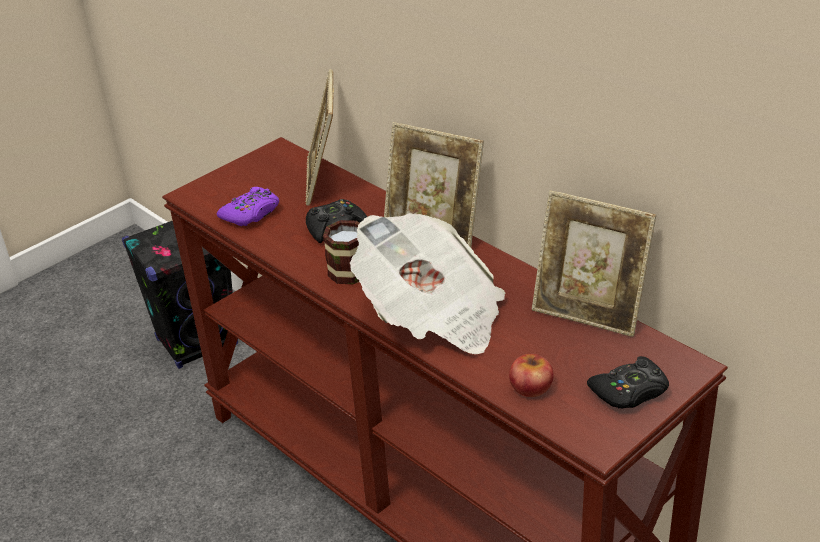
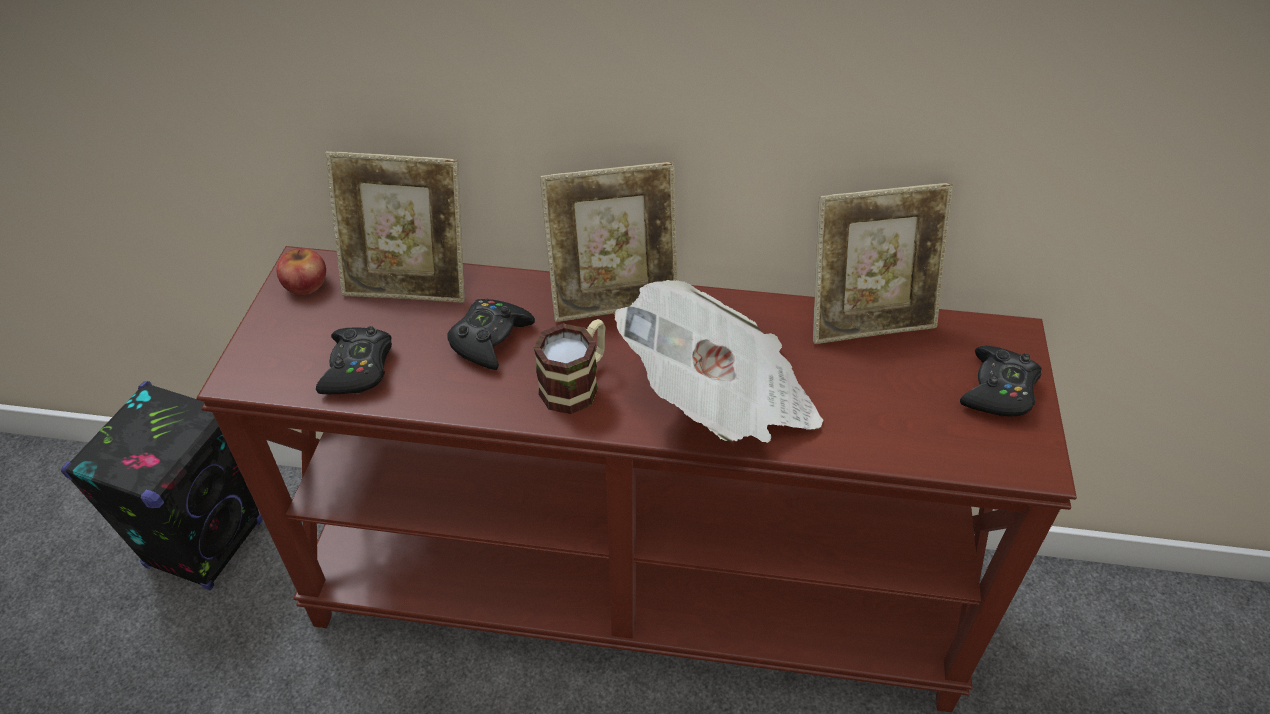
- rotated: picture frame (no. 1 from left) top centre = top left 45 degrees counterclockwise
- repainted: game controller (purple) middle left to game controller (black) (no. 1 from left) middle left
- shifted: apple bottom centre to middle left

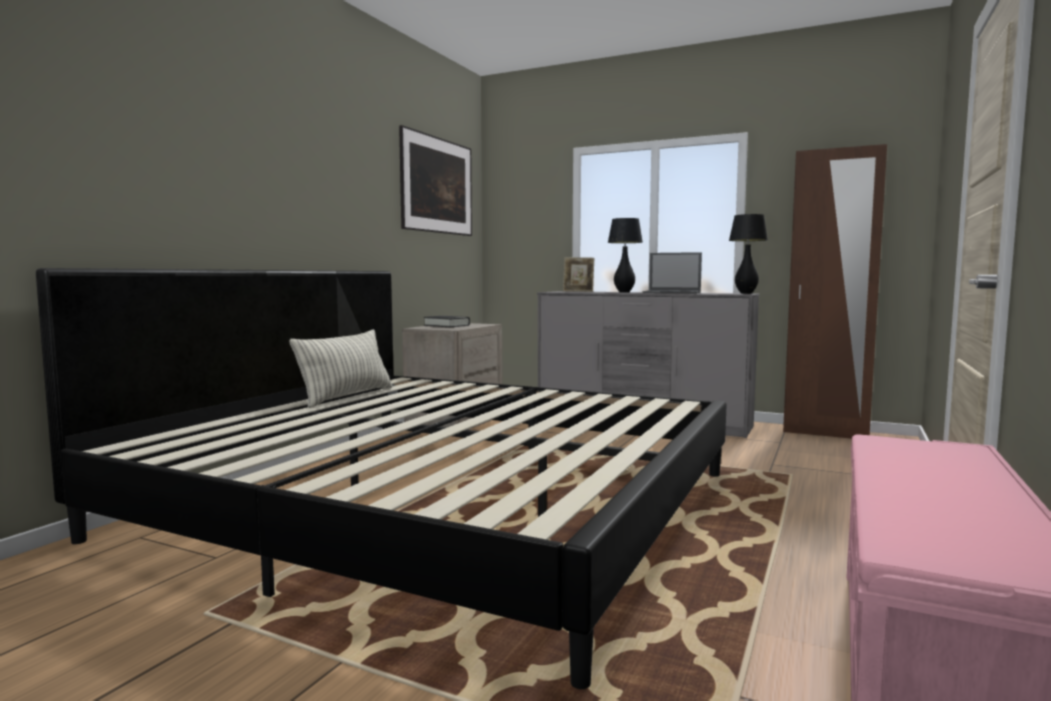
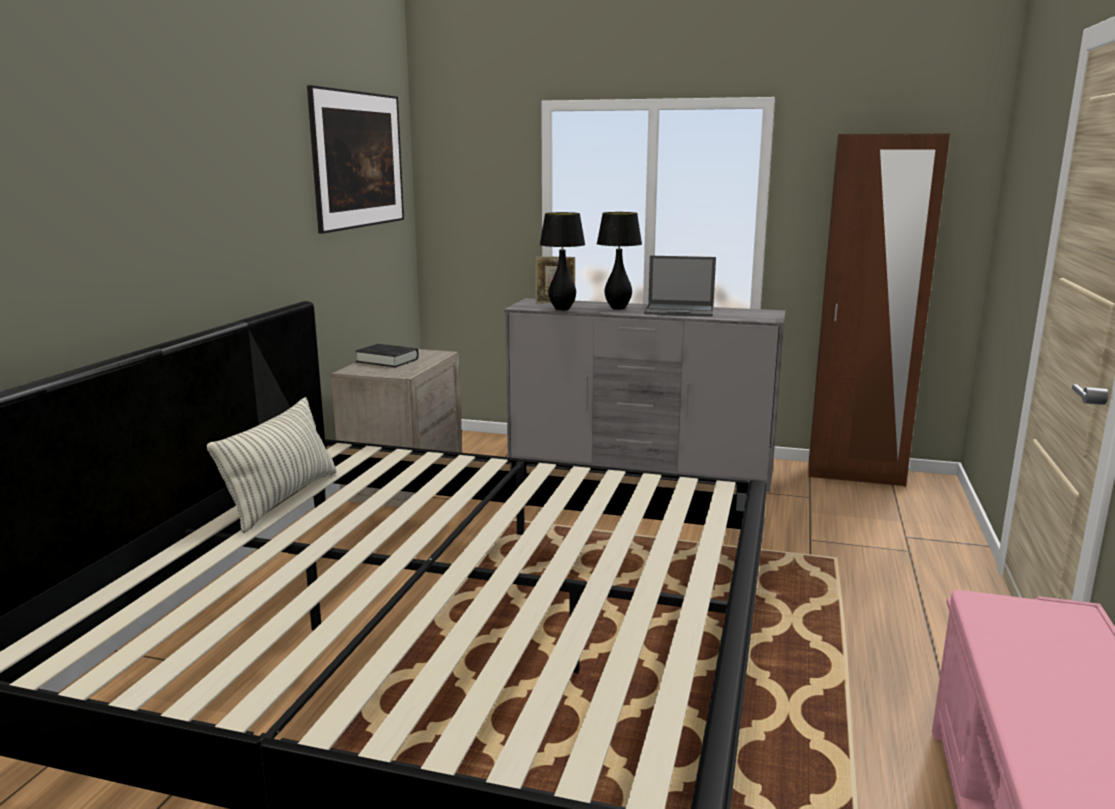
- shifted: table lamp (black) (no. 2 from left in the first image) middle right to table lamp (black) (no. 1 from left) top centre

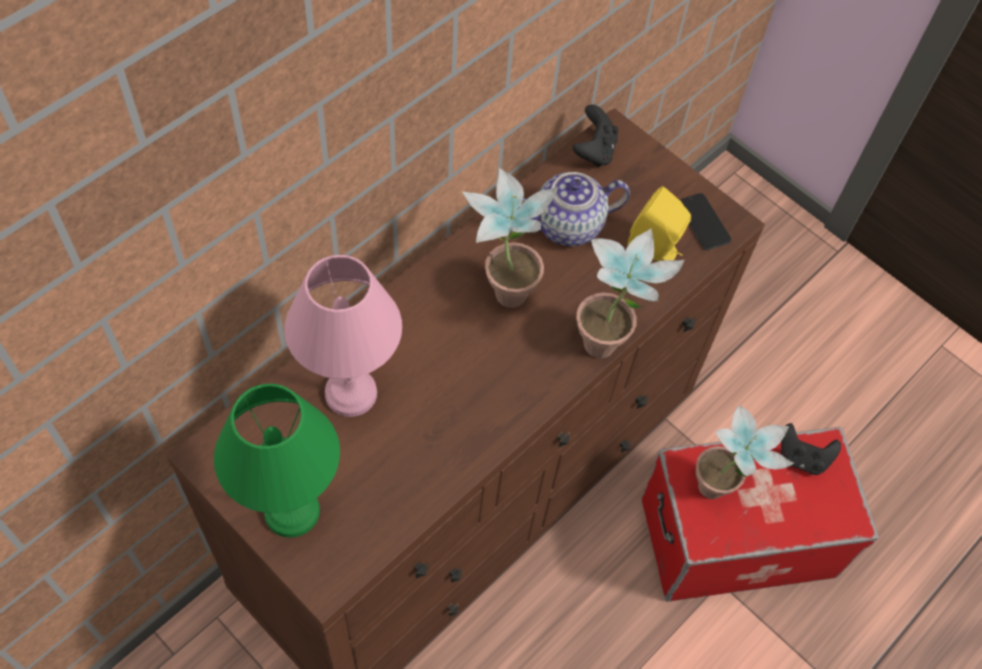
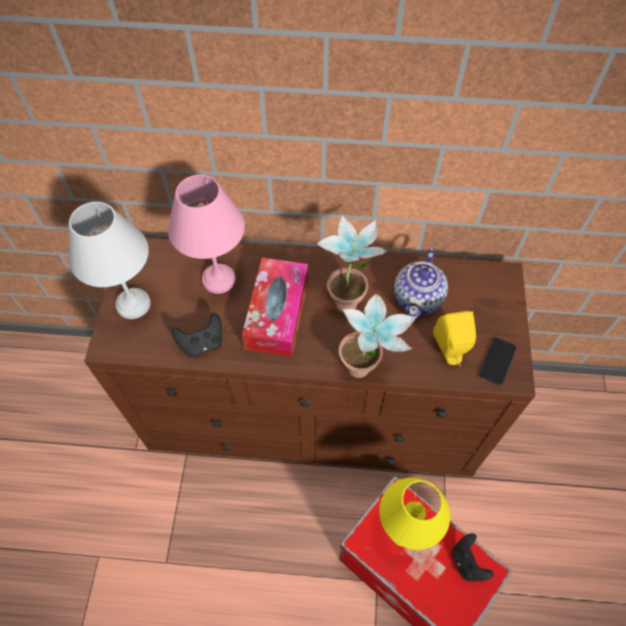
- shifted: game controller (black) (no. 1 from left) top centre to middle left
- rotated: teapot top centre = middle right 105 degrees counterclockwise
- repainted: table lamp (green) bottom left to table lamp (white) middle left
- swapped: potted plant (no. 3 from left) bottom right to table lamp (yellow) bottom centre
- new: tissue box centre

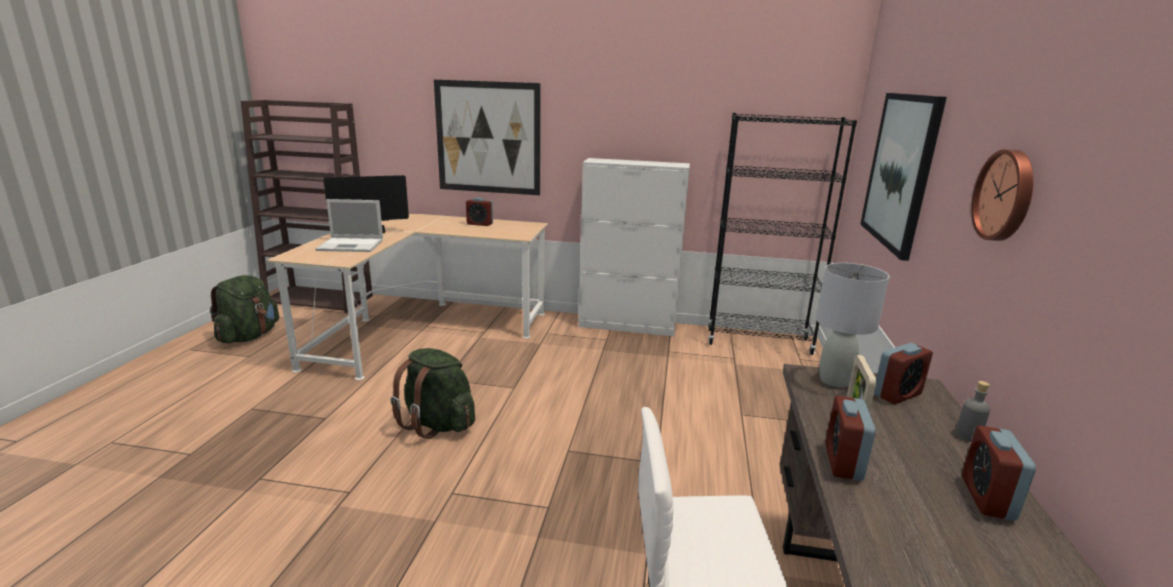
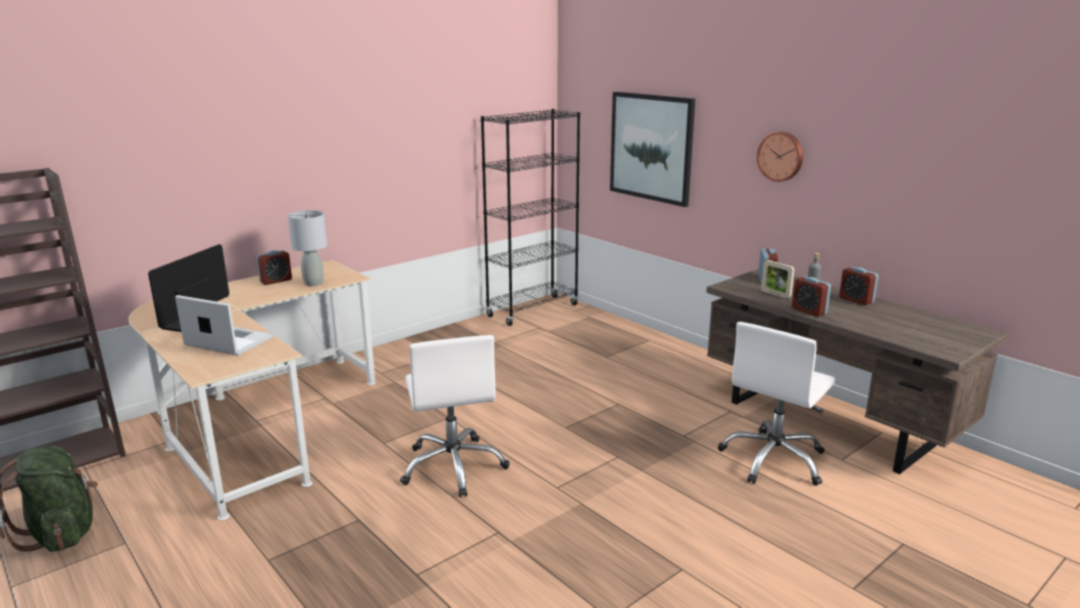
- gone: picture (no. 1 from left) top centre
- gone: cabinet (white) centre
- rotated: laptop middle left = middle left 105 degrees counterclockwise
- shifted: table lamp (grey) middle right to middle left
- swapped: backpack (green) (no. 2 from left) bottom centre to office chair (white) (no. 1 from left) bottom centre

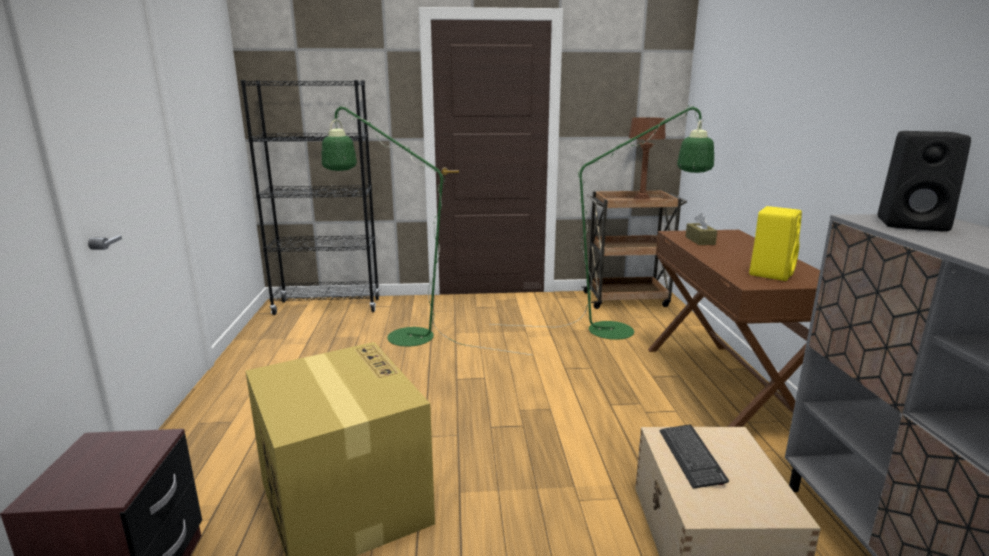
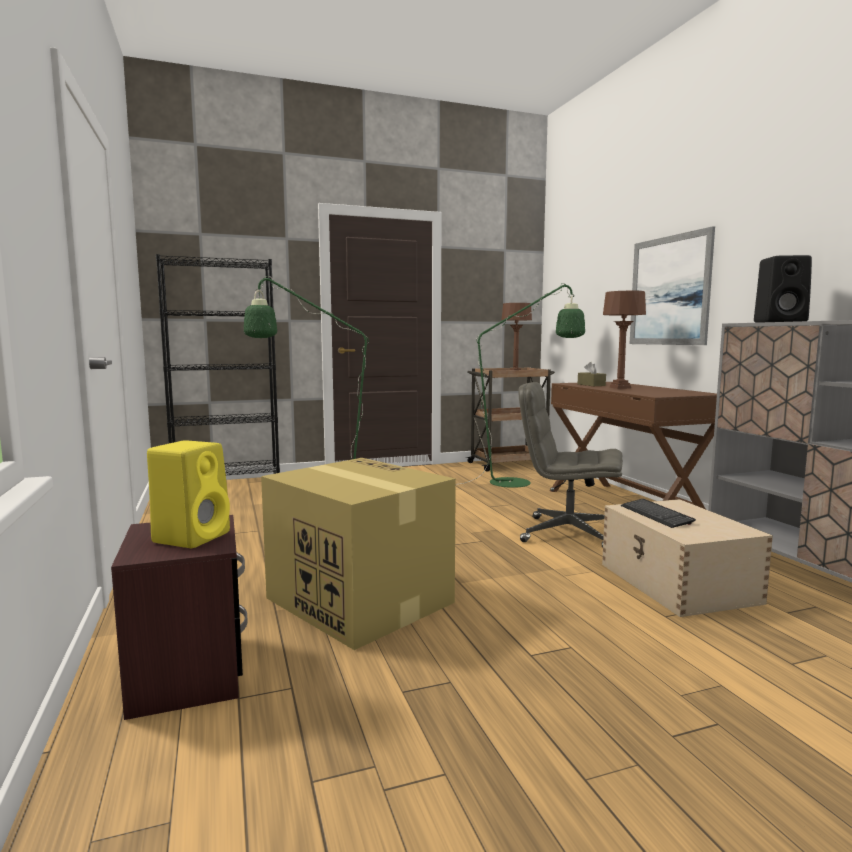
- shifted: speaker (yellow) middle right to middle left
- new: picture middle right
- new: table lamp (brown) (no. 2 from left) middle right
- new: office chair (grey) middle right

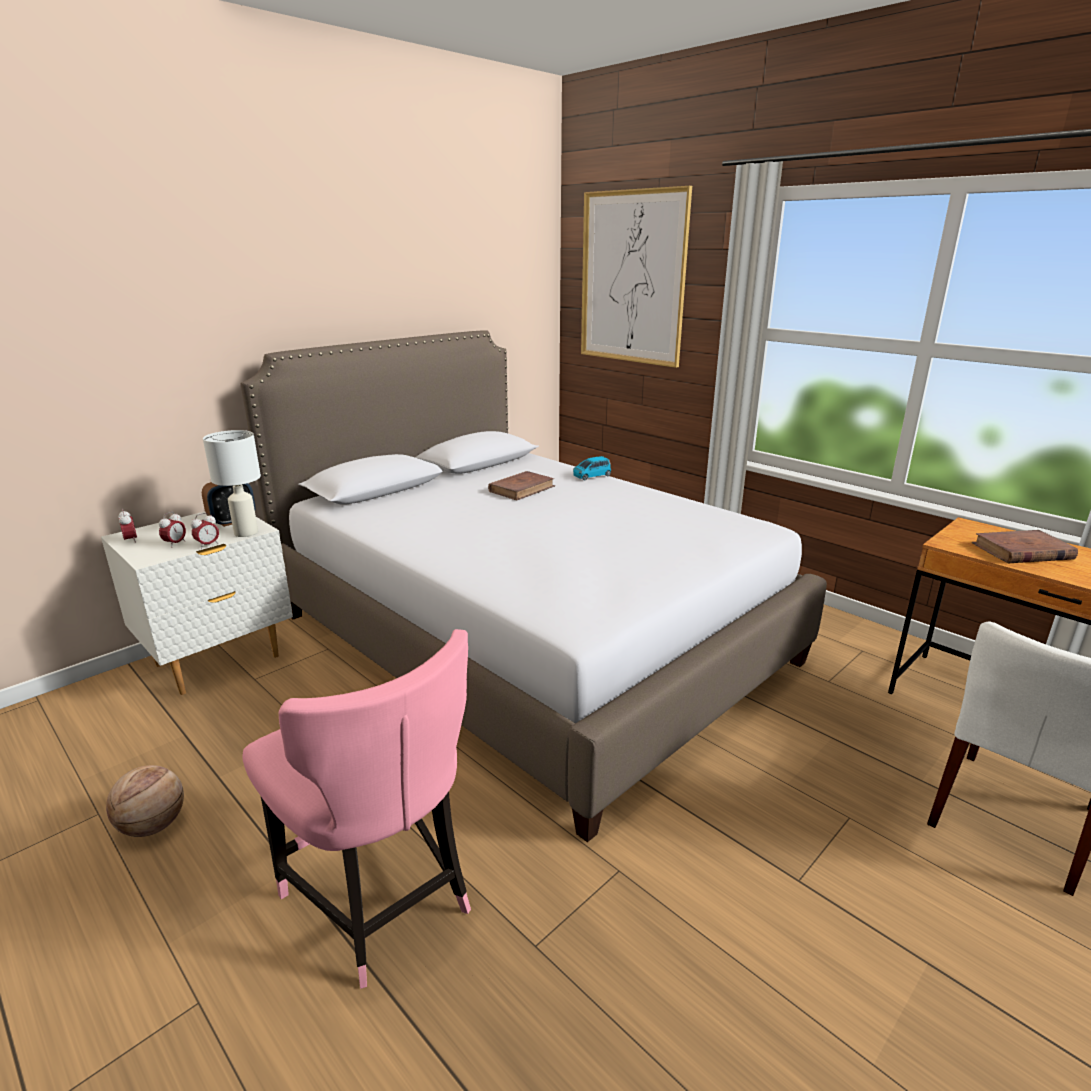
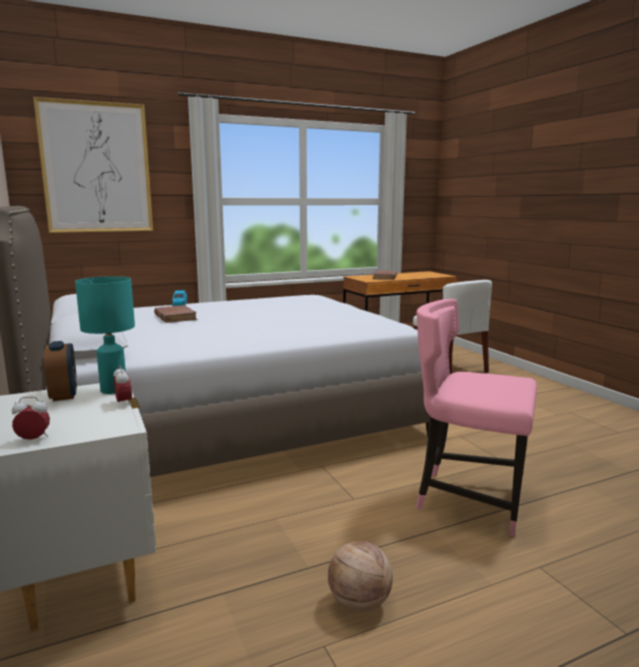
- repainted: table lamp (white) middle left to table lamp (turquoise) middle left
- gone: alarm clock (no. 2 from left) middle left
- rotated: chair (pink) bottom left = middle right 135 degrees counterclockwise

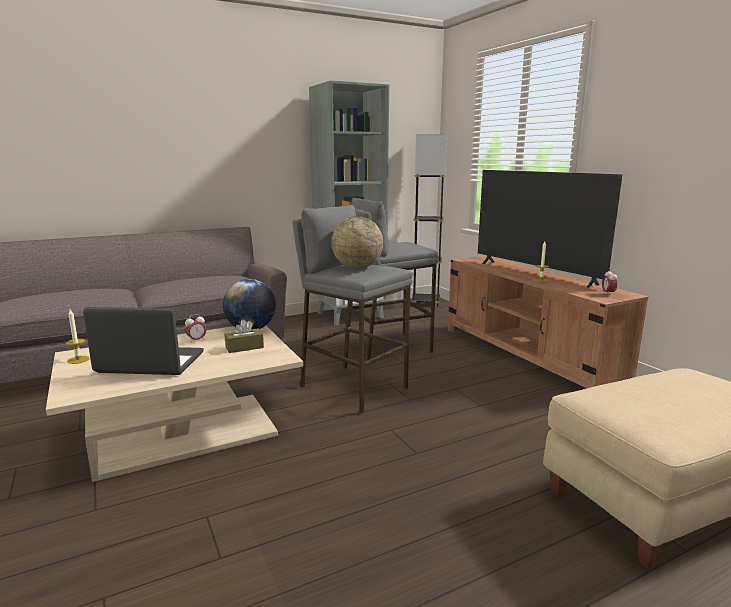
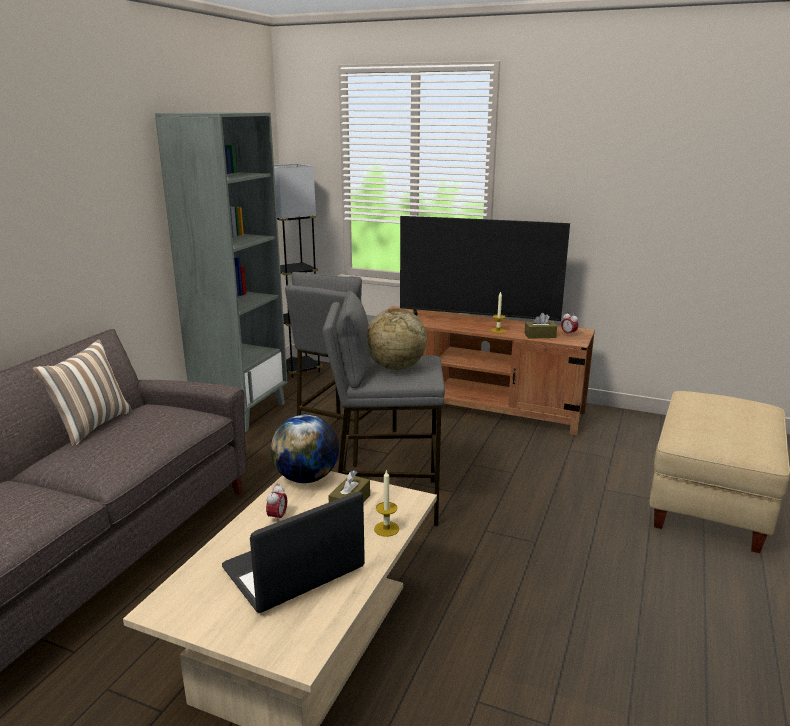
- shifted: candle (no. 1 from left) middle left to bottom centre
- new: tissue box (brown) (no. 2 from left) middle right
- new: pillow middle left

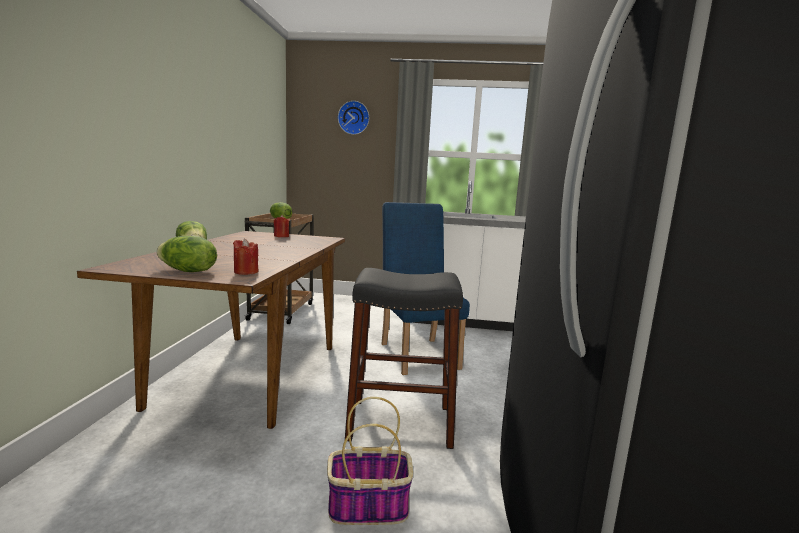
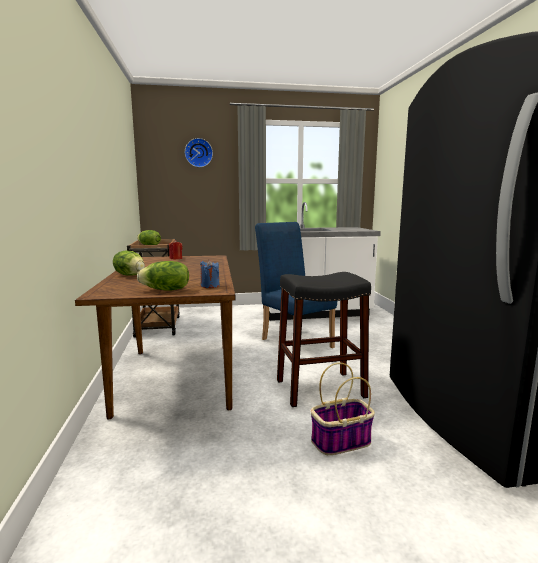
- repainted: candle (red) (no. 1 from left) middle left to candle (blue) centre

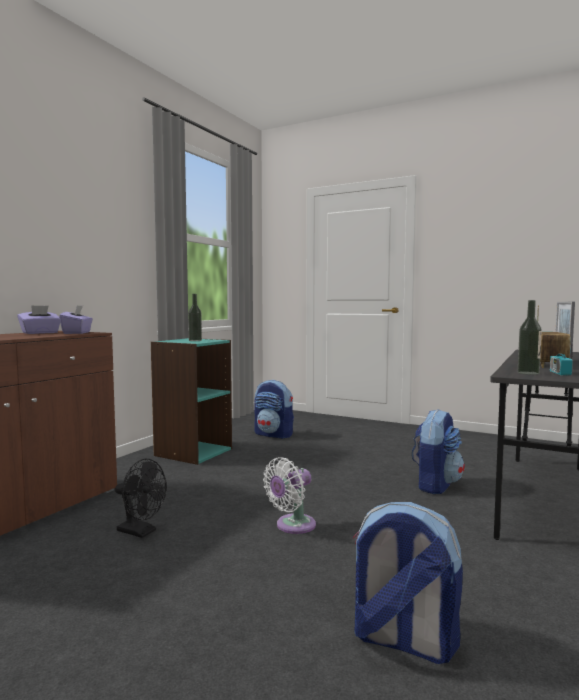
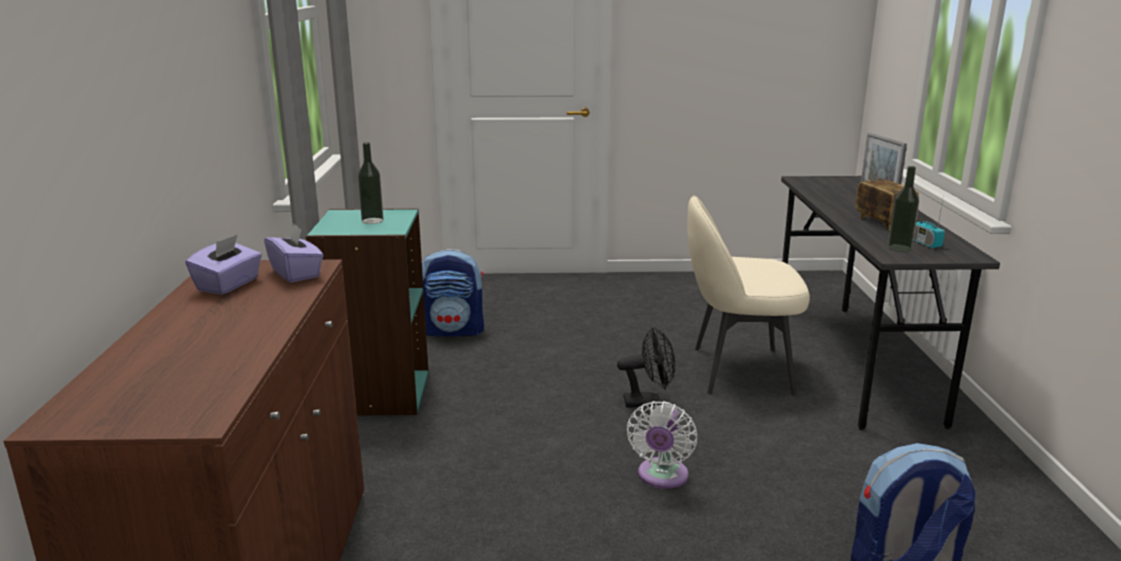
- swapped: backpack (no. 3 from left) middle right to chair (beige) middle right
- shifted: fan (black) bottom left to centre

